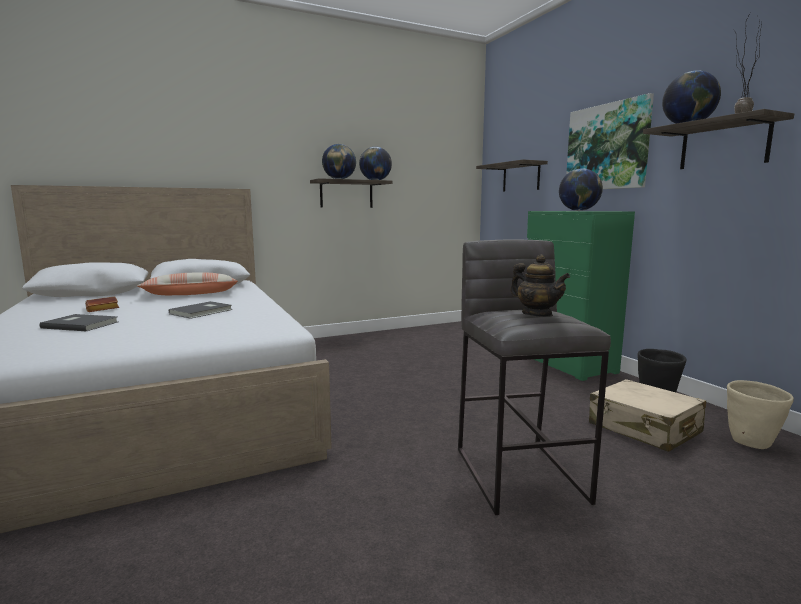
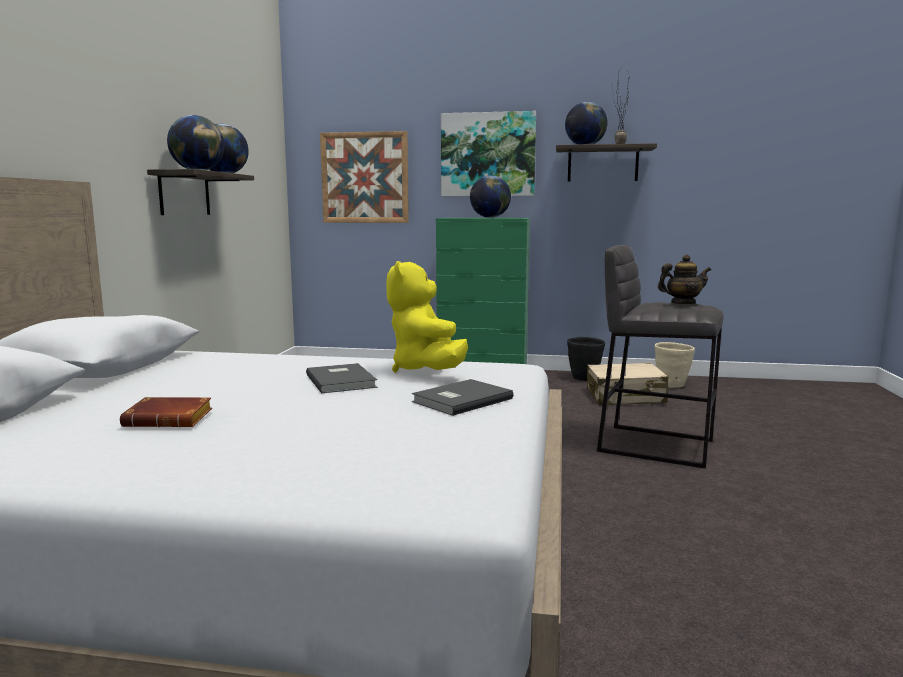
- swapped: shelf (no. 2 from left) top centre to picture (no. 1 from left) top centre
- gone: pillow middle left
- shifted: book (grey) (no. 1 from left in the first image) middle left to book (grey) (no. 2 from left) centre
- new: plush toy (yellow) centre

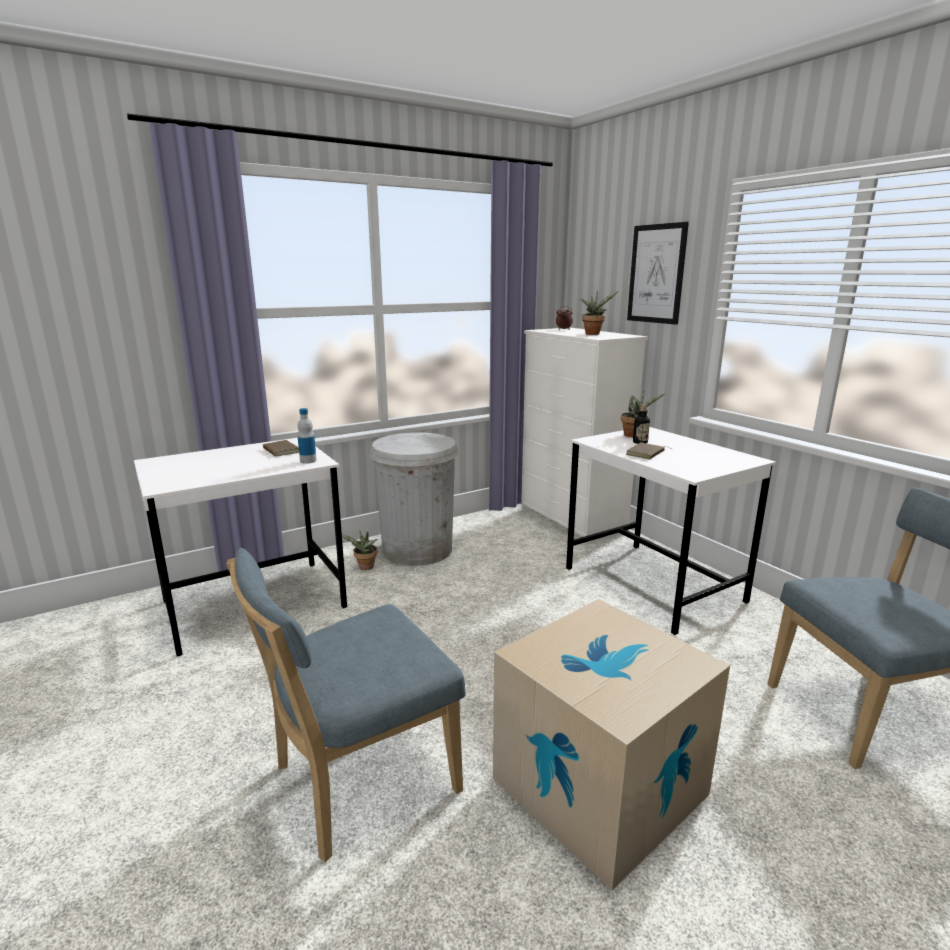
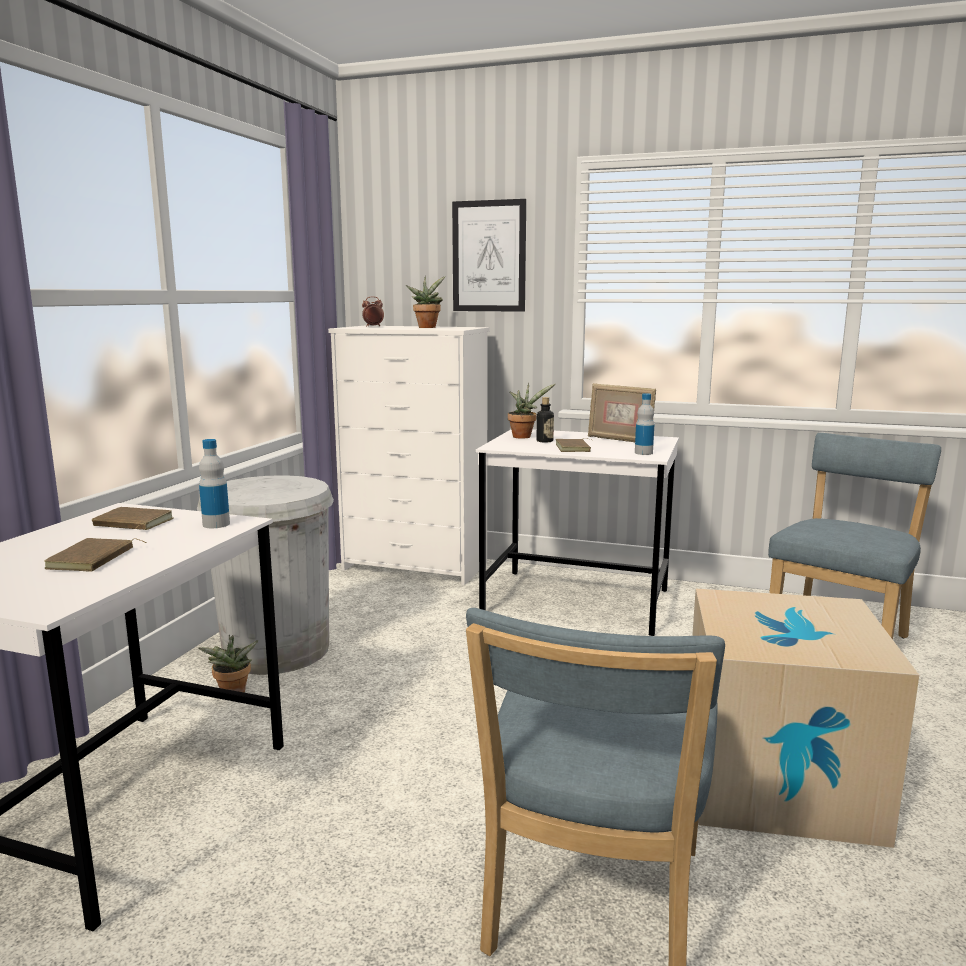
- new: picture frame centre
- new: bottle (no. 3 from left) middle right
- new: book (brown) (no. 1 from left) middle left

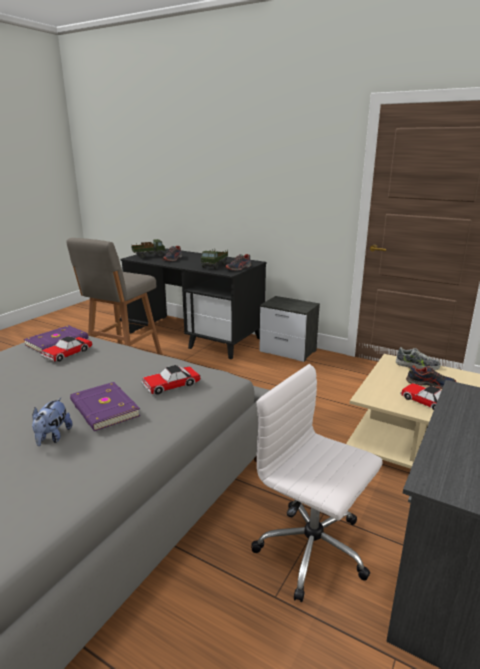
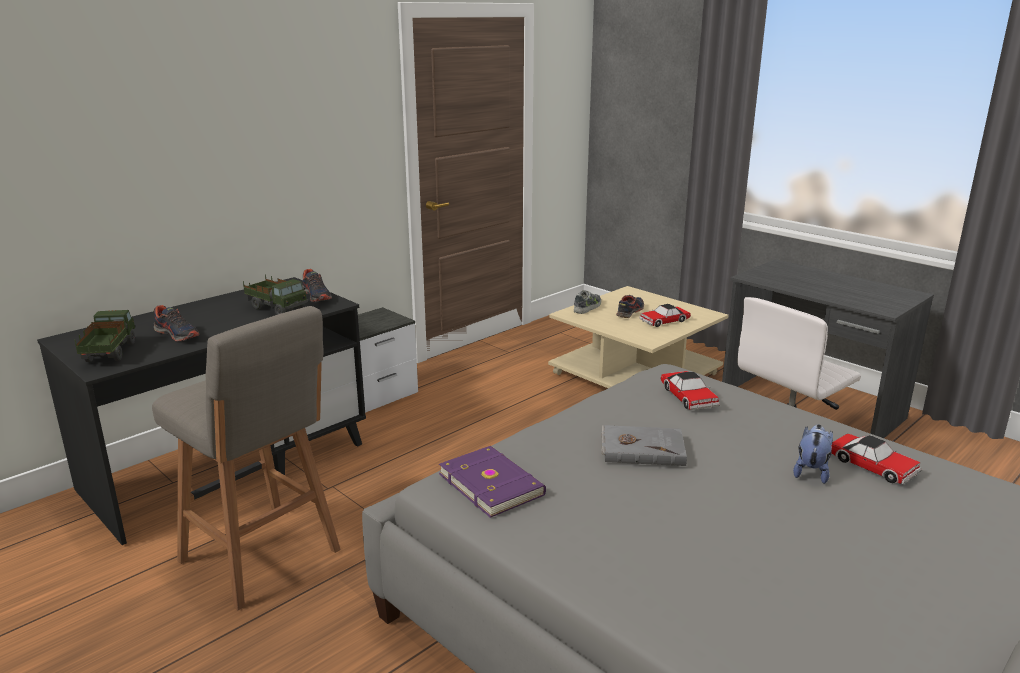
- shifted: toy car (no. 1 from left in the first image) middle left to toy car (no. 3 from left) bottom right
- gone: book (purple) (no. 2 from left) middle left
- rotated: plush toy middle left = bottom right 90 degrees counterclockwise
- new: book (grey) centre

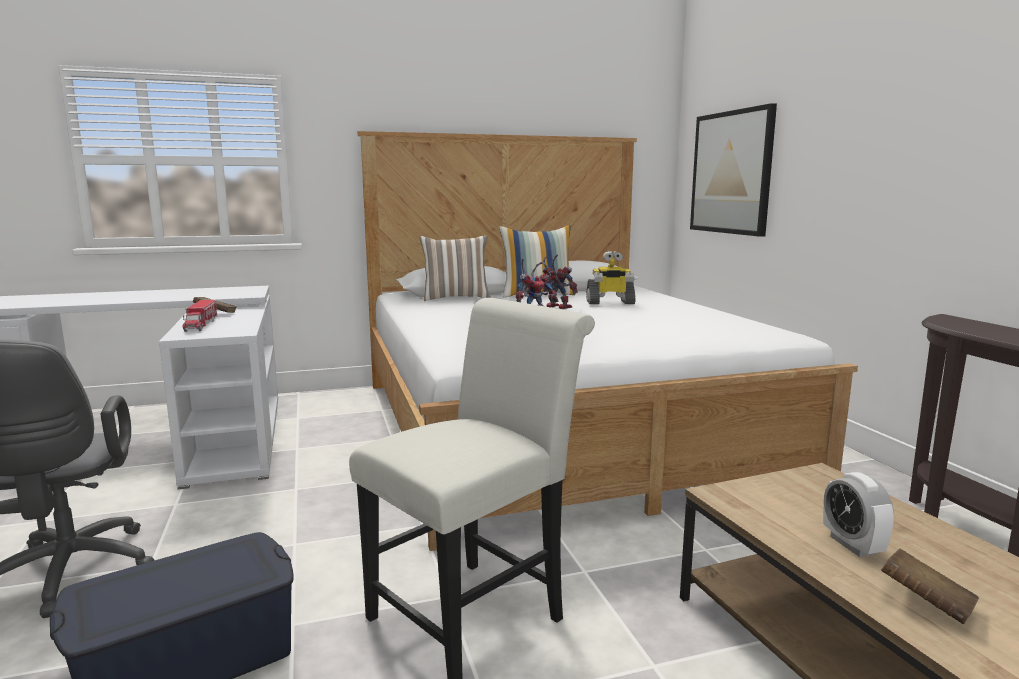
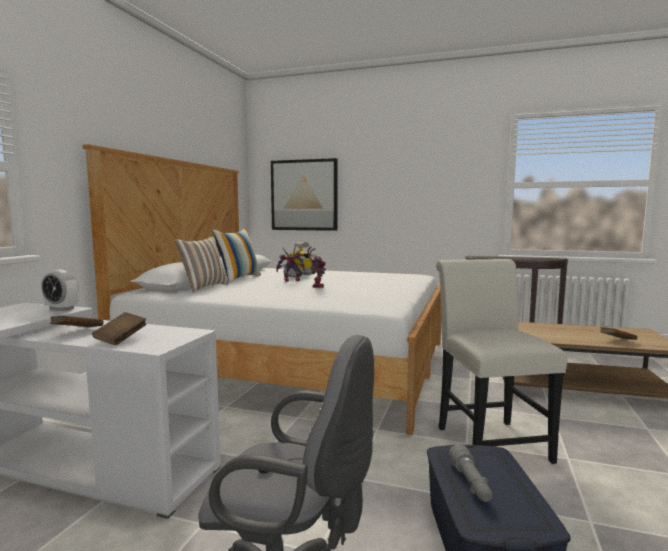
- swapped: toy truck middle left to book (brown) (no. 2 from left) middle left
- shifted: alarm clock bottom right to middle left
- new: flashlight (grey) bottom right

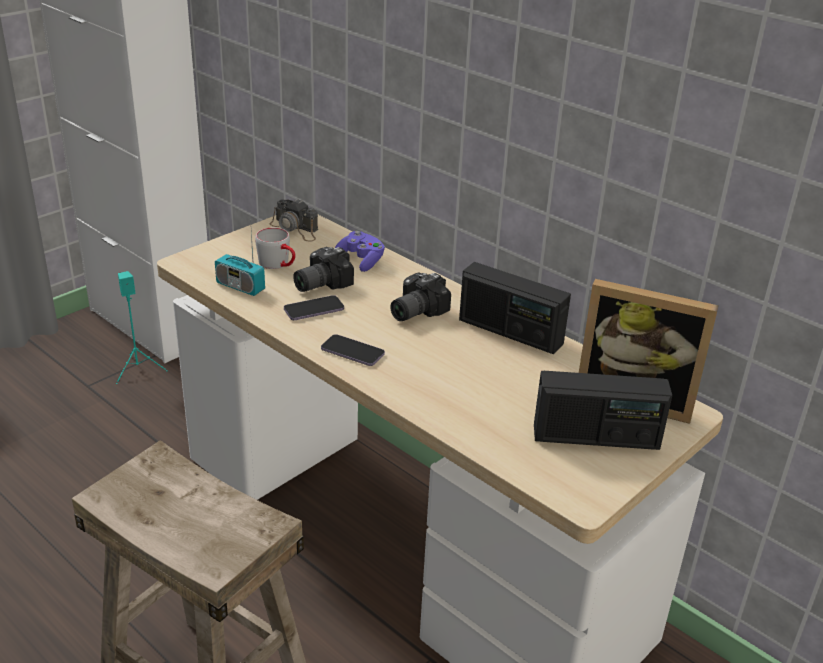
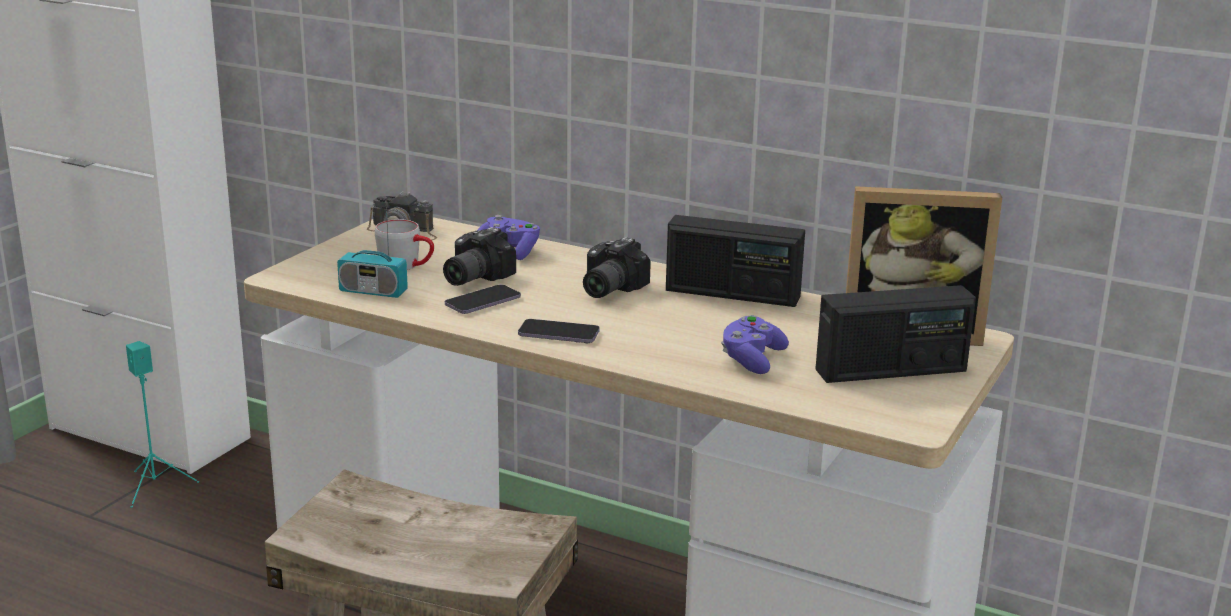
- new: game controller (purple) (no. 2 from left) centre

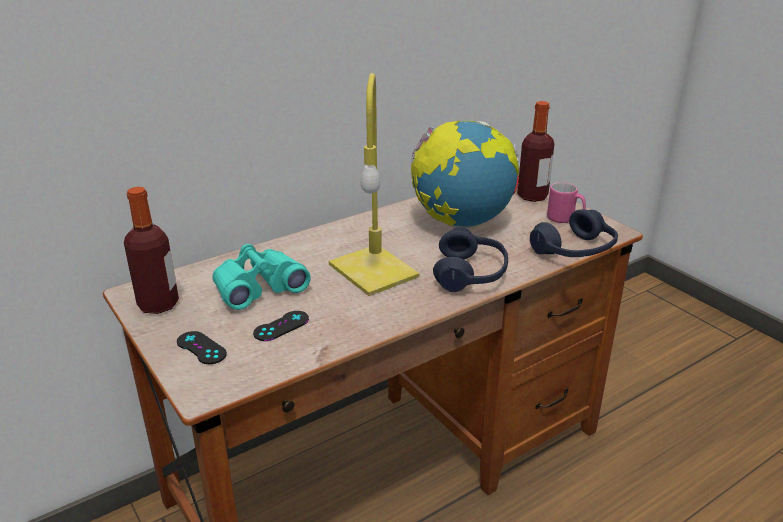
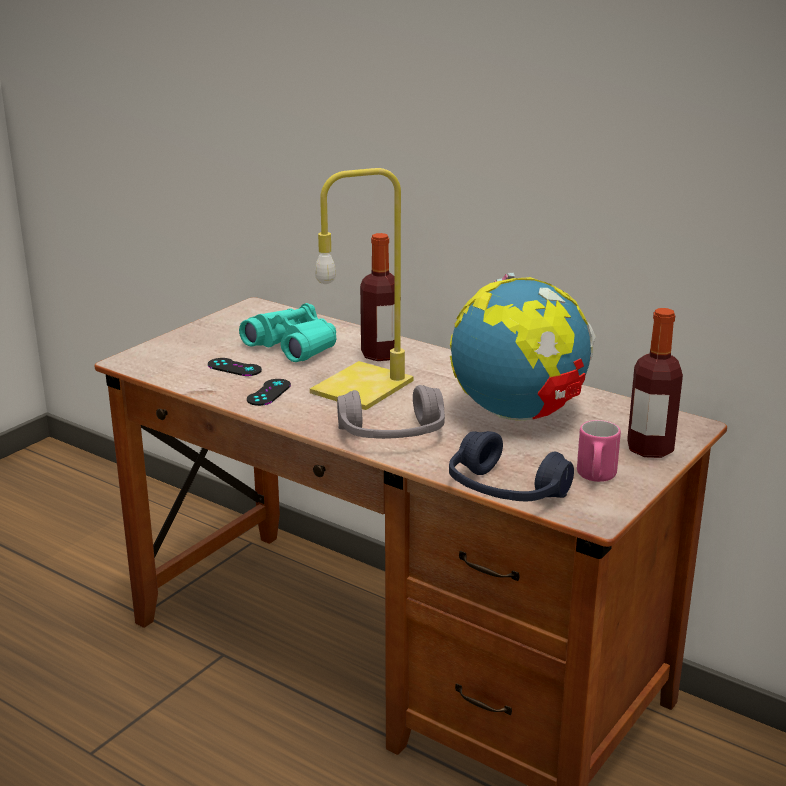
- shifted: bottle (no. 1 from left) middle left to centre
- repainted: headphones (blue) (no. 1 from left) centre to headphones (grey) centre
- shifted: game controller (black) (no. 1 from left in the first image) middle left to game controller (black) (no. 2 from left) centre

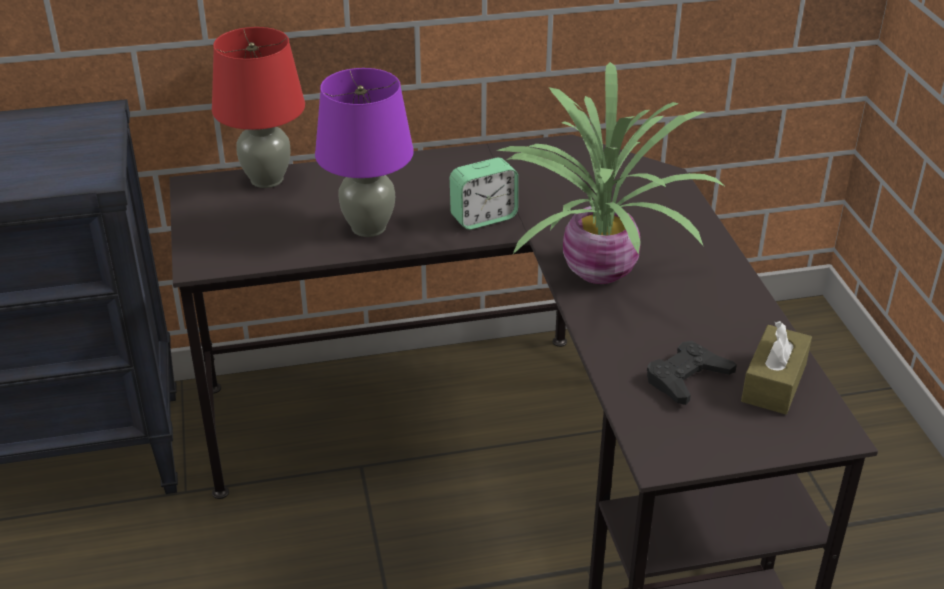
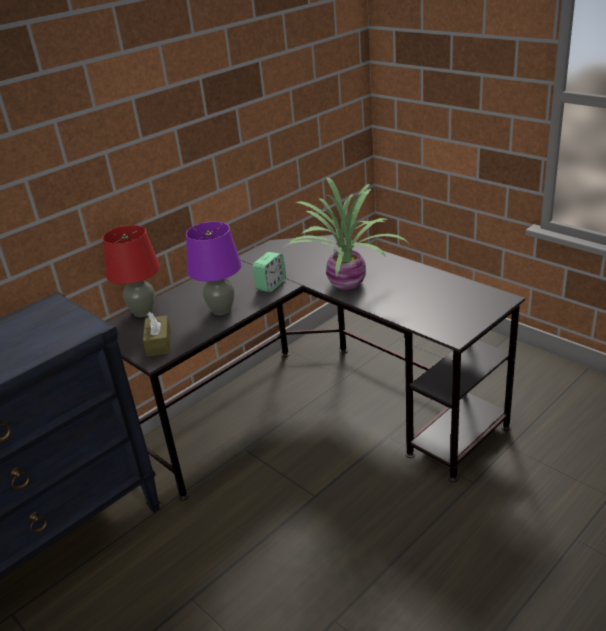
- shifted: tissue box (brown) middle right to middle left
- gone: game controller (black) middle right

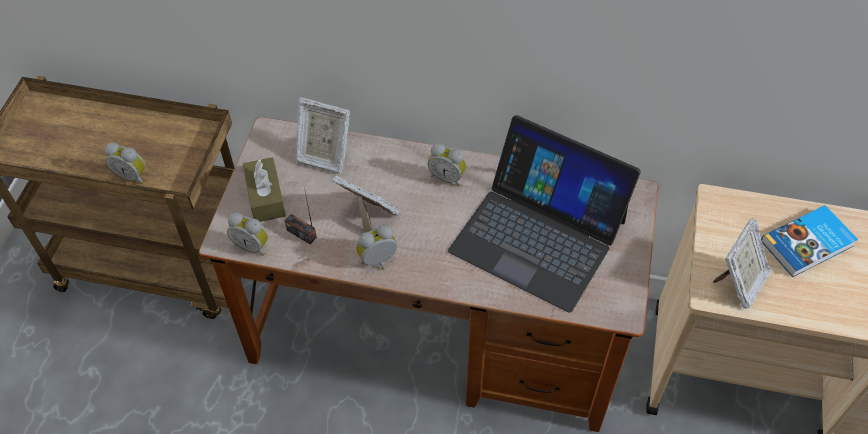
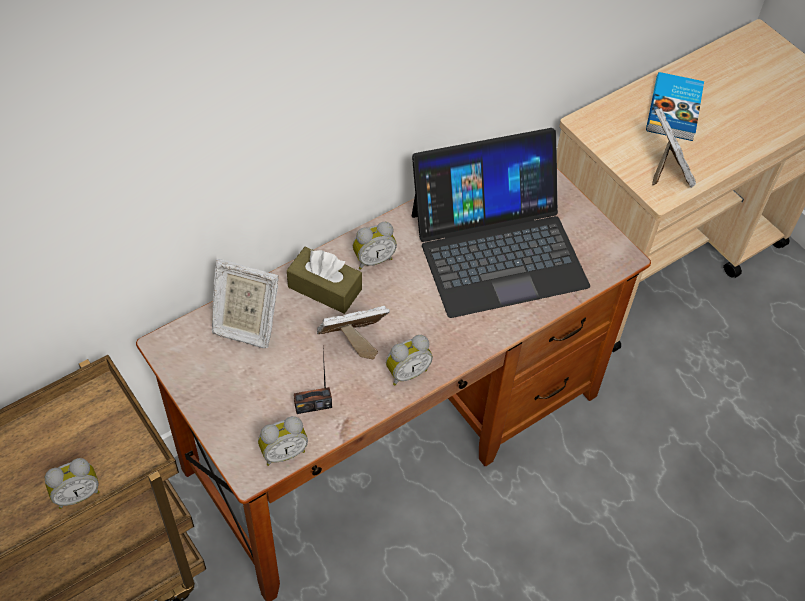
- rotated: picture frame (no. 1 from left) top centre = middle left 45 degrees clockwise
- shifted: tissue box (brown) middle left to centre
- rotated: alarm clock (no. 3 from left in the first image) centre = centre 135 degrees counterclockwise

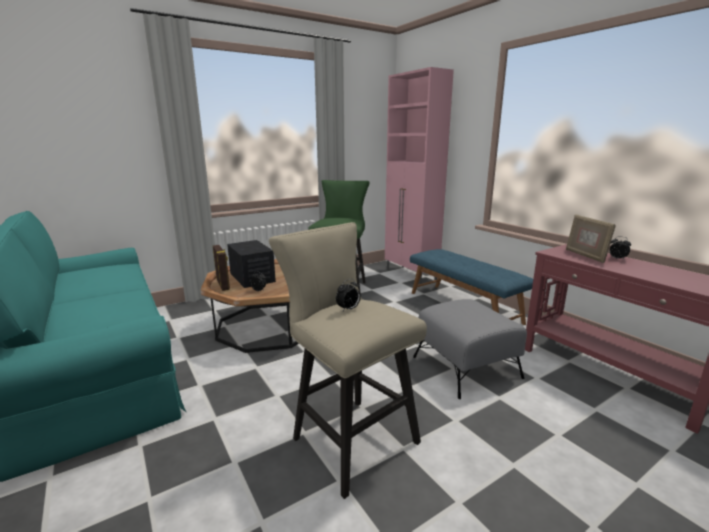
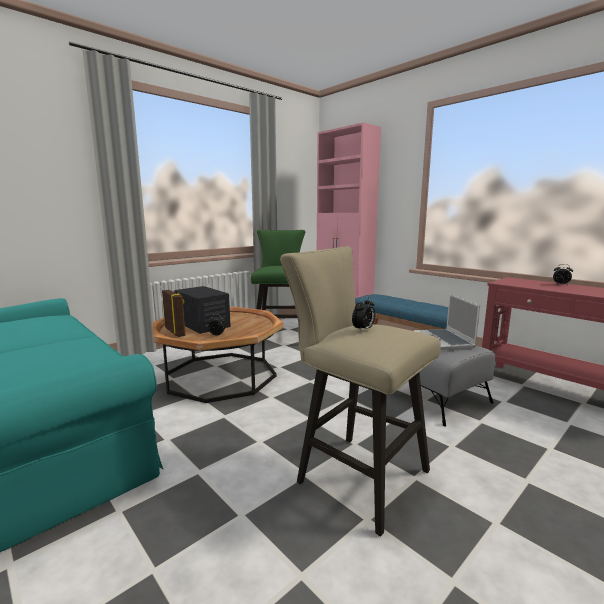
- gone: picture frame (no. 2 from left) middle right
- new: laptop middle right

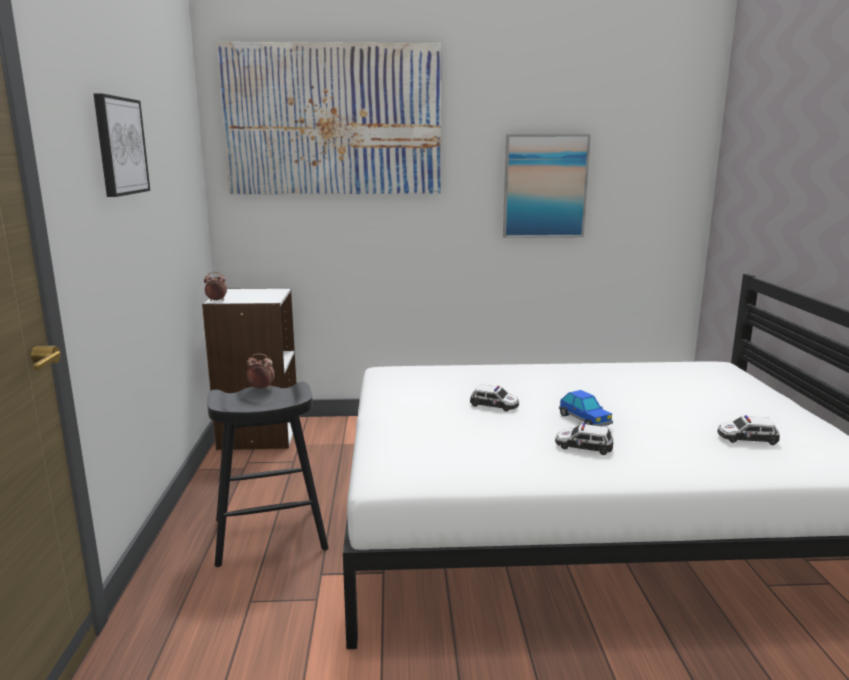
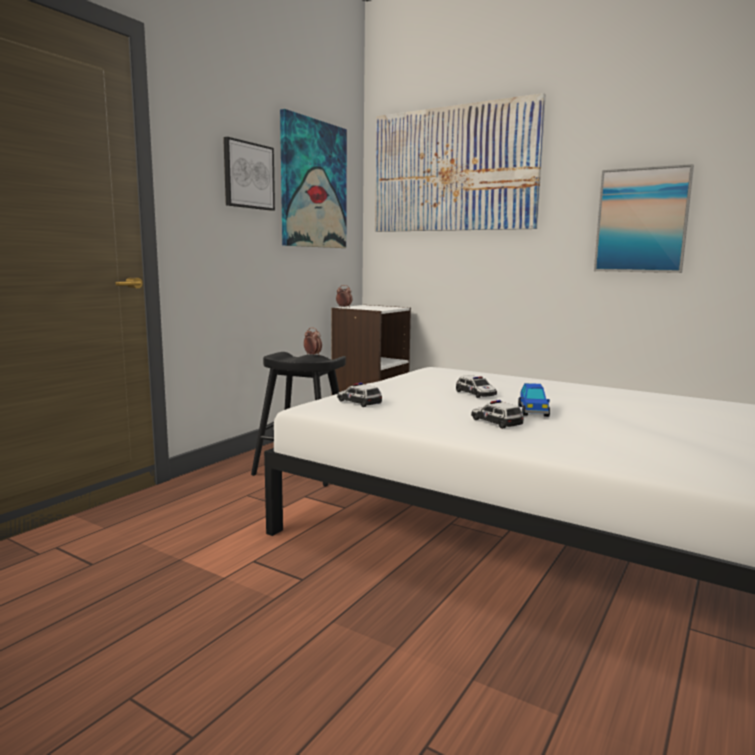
- shifted: toy car (no. 4 from left in the first image) middle right to toy car (no. 1 from left) centre
- new: picture (no. 2 from left) top centre

